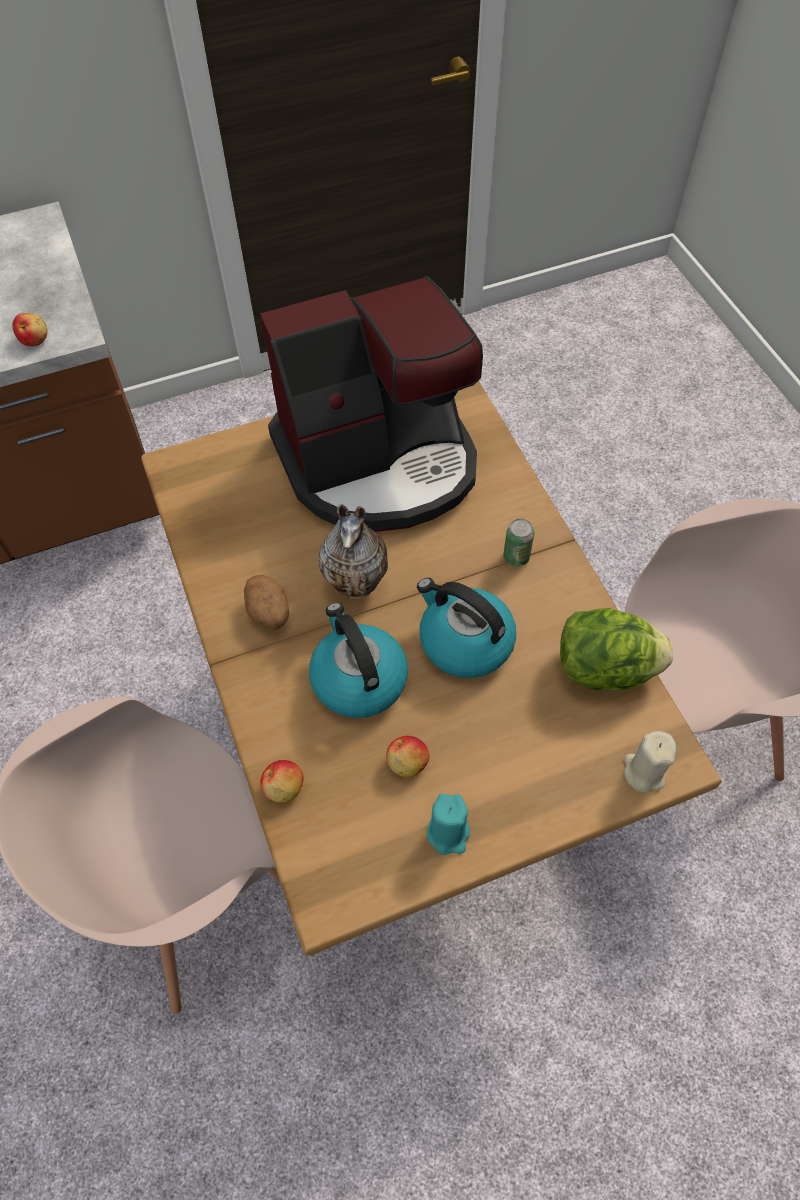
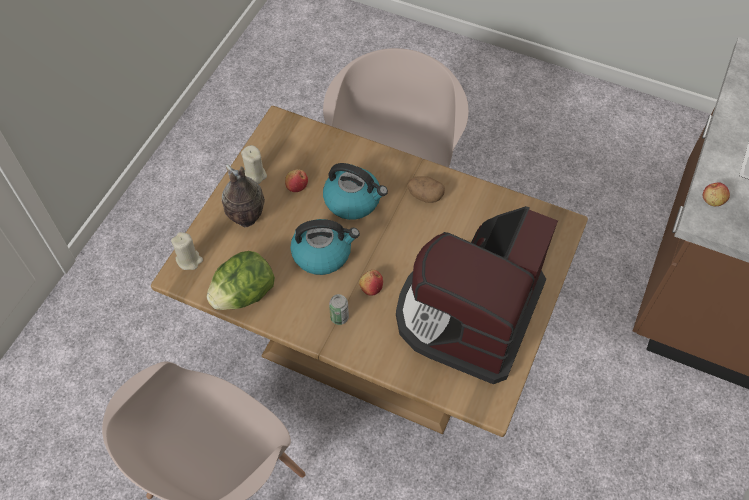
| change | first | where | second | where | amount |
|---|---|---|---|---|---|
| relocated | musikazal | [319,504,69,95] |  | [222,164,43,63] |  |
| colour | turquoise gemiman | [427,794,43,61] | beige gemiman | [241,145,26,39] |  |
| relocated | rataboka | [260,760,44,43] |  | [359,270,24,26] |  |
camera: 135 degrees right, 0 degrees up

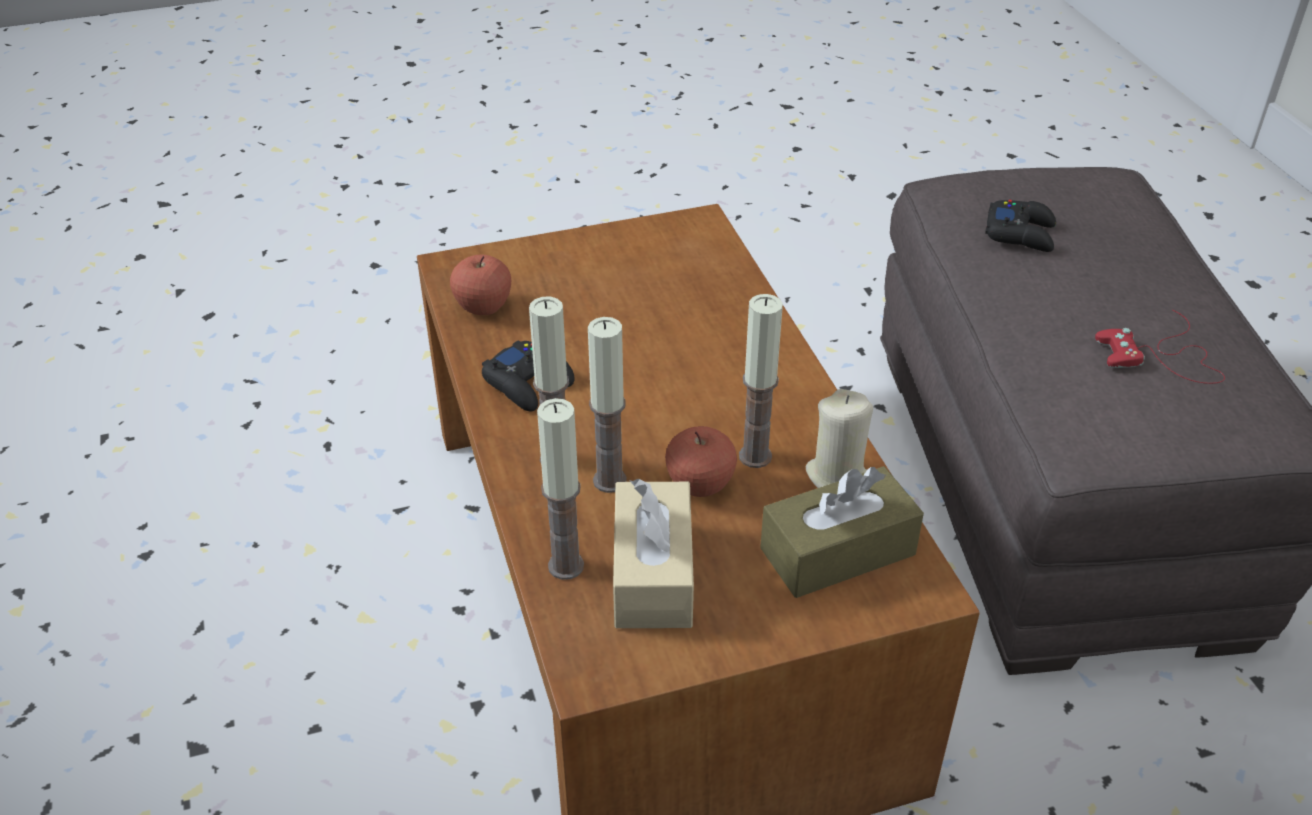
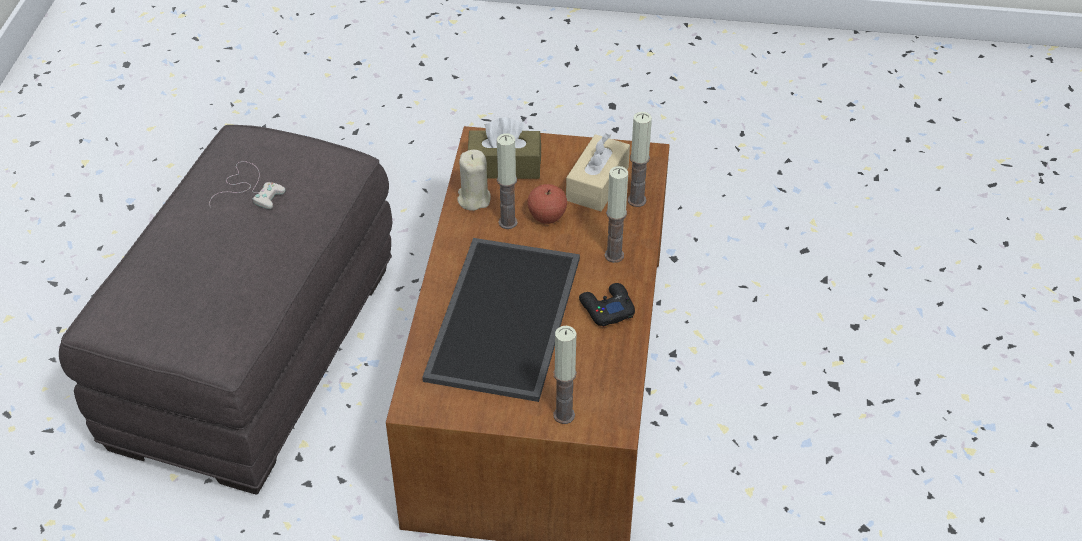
| change | first | where | second | where | amount |
|---|---|---|---|---|---|
| colour | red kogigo | [1095,310,130,74] | white kogigo | [209,161,76,48] |  |
| appeared |  |  | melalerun | [422,238,158,164] |  |
| relocated | gemiman | [588,317,39,176] |  | [553,325,24,99] |  |
| missing | rataboka | [450,254,61,61] |  |  |  |
| missing | black kogigo | [985,200,71,52] |  |  |  |
camera: 155 degrees left, 5 degrees up

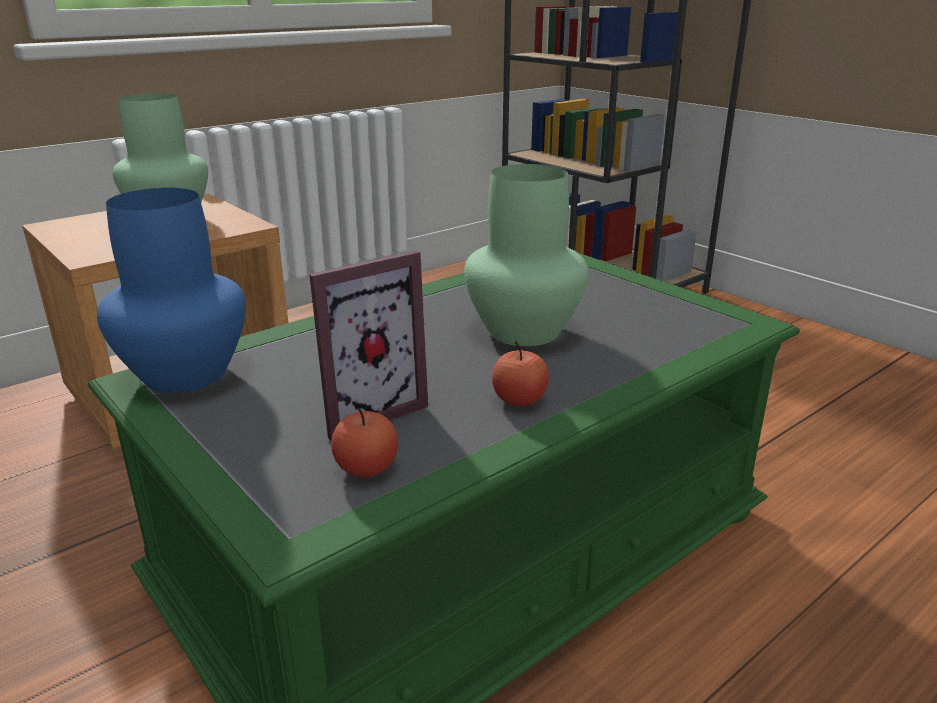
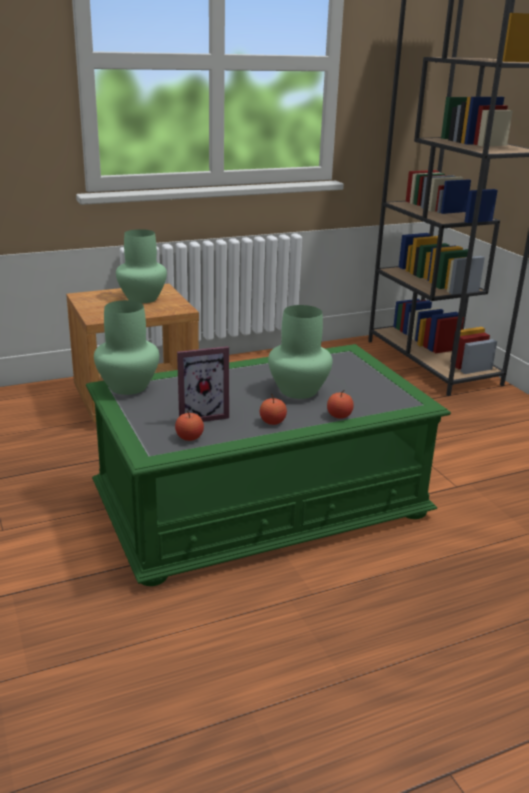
| change | first | where | second | where | amount |
|---|---|---|---|---|---|
| colour | blue musikazal | [97,188,149,205] | green musikazal | [94,300,65,95] |  |
| appeared |  |  | rataboka | [327,390,27,29] |  |
camera: 15 degrees right, 0 degrees up

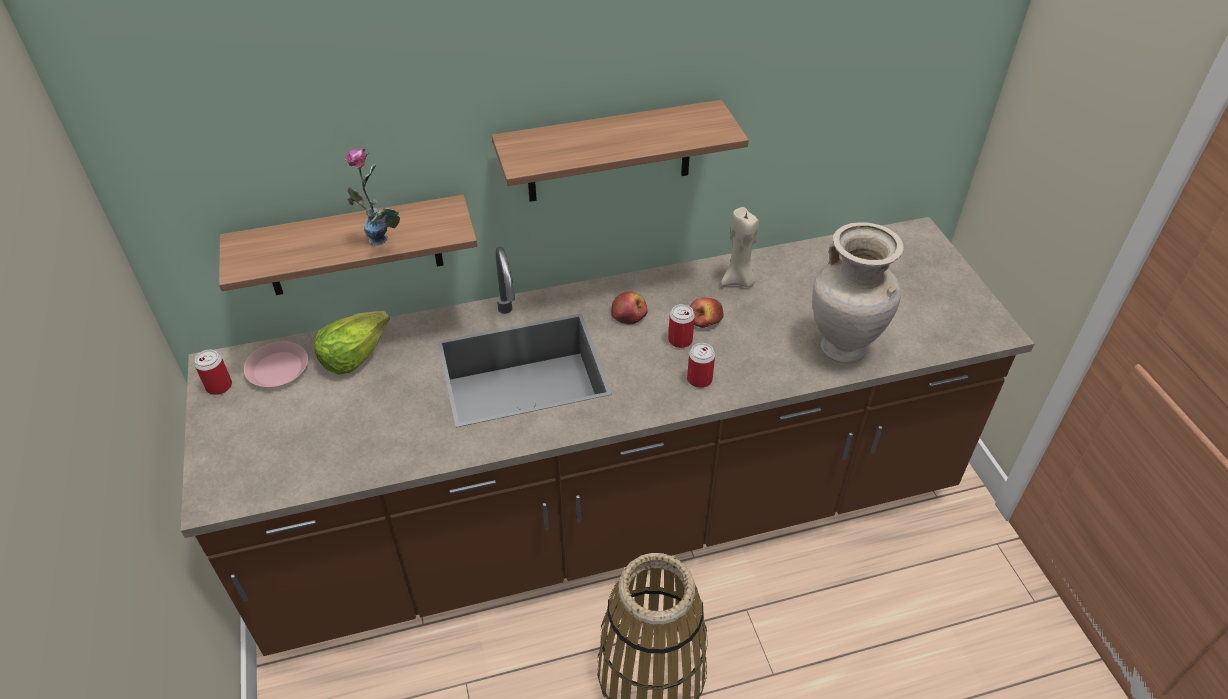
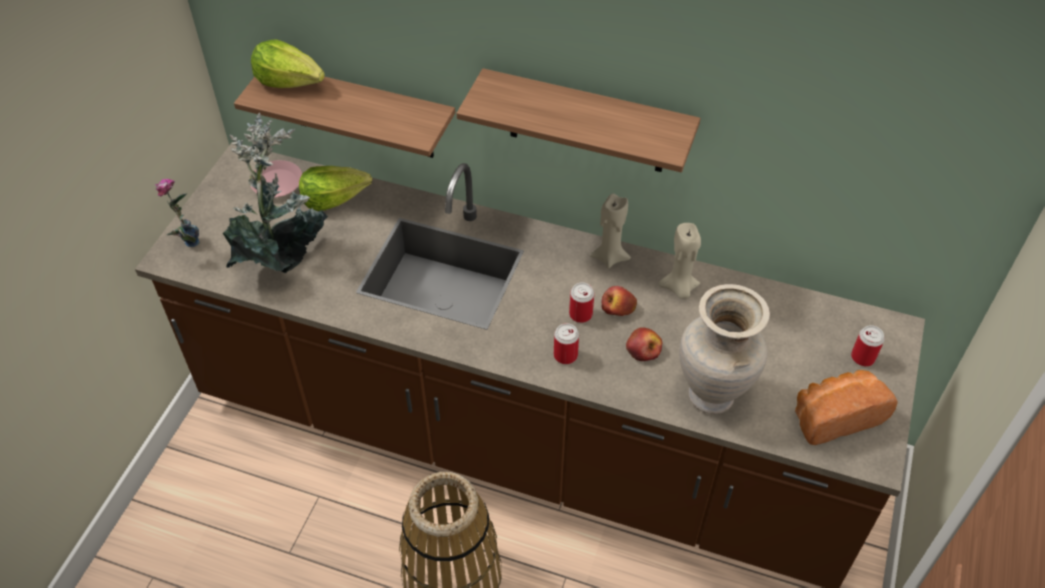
| change | first | where | second | where | amount |
|---|---|---|---|---|---|
| relocated | musikazal | [344,148,56,97] |  | [155,179,45,68] |  |
| appeared |  |  | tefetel | [223,113,105,160] |  |
| appeared |  |  | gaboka | [251,39,74,49] |  |
| appeared |  |  | beige gemiman | [590,193,41,75] |  |
| relocated | rataboka | [611,292,37,32] |  | [626,327,36,34] |  |
| appeared |  |  | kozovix | [795,370,103,75] |  |
| relocated | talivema | [194,350,38,45] |  | [851,325,34,41] |  |
camera: 35 degrees right, 5 degrees up

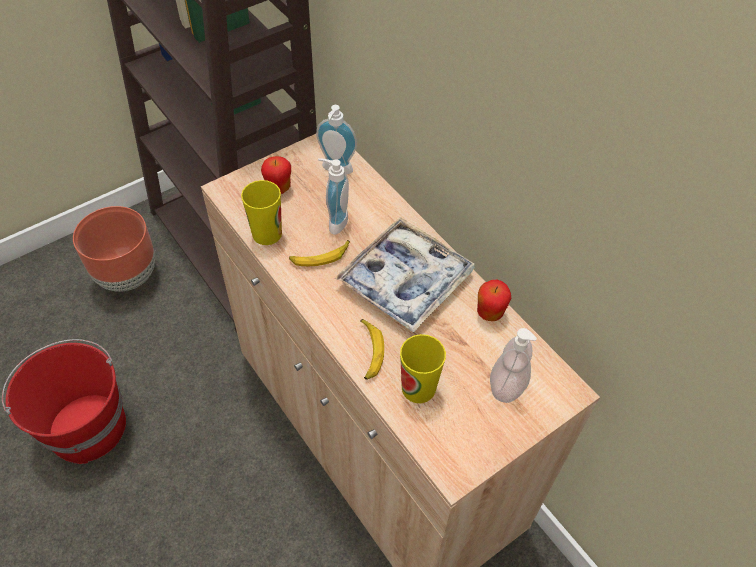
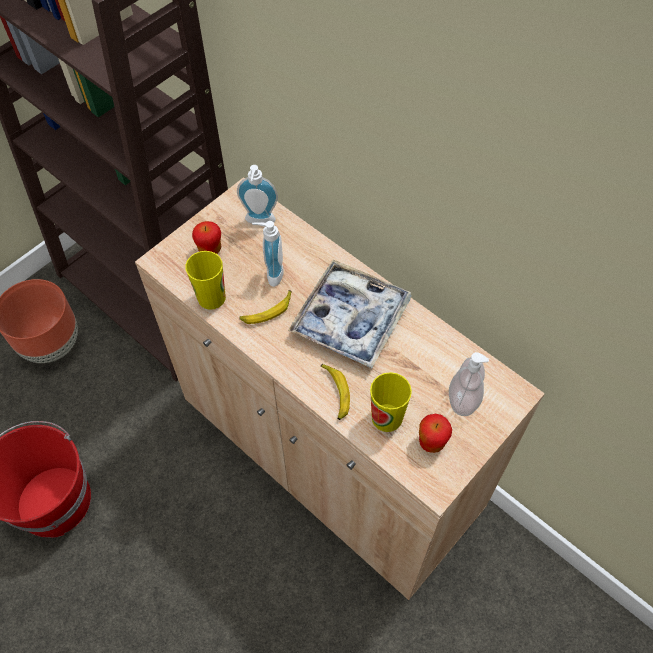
| change | first | where | second | where | amount |
|---|---|---|---|---|---|
| relocated | rataboka | [477,280,34,41] |  | [419,414,33,39] |  |
camera: 10 degrees left, 5 degrees up

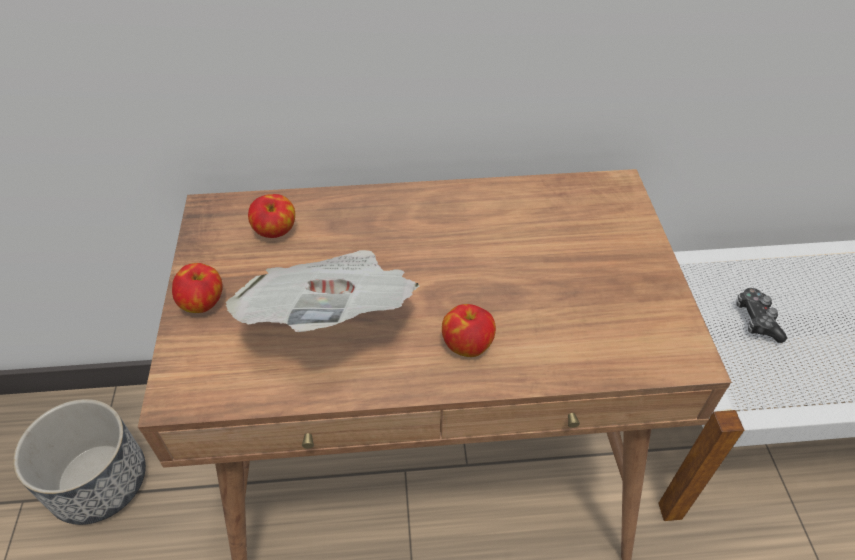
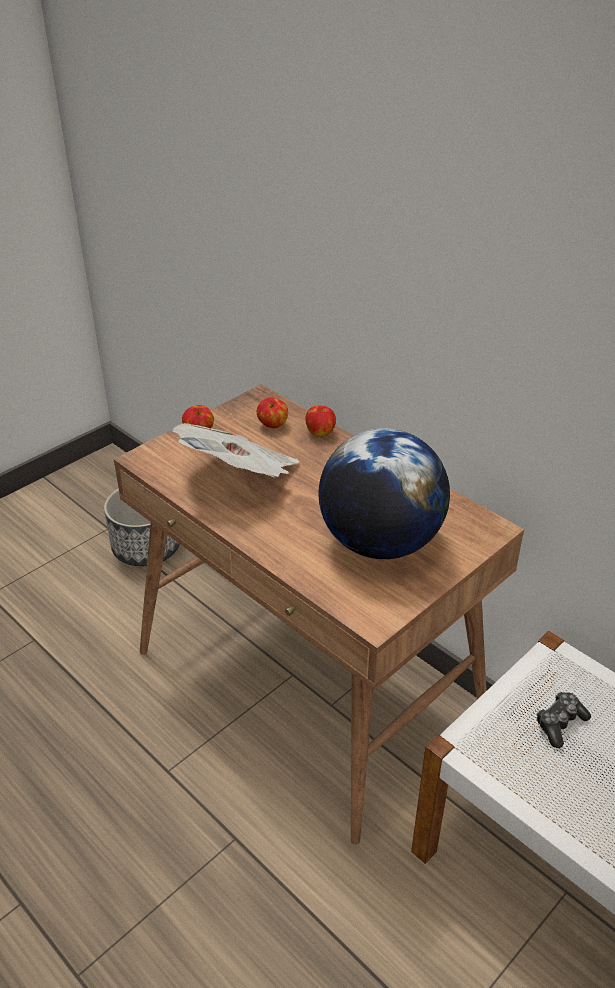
| change | first | where | second | where | amount |
|---|---|---|---|---|---|
| relocated | rataboka | [442,304,54,53] |  | [305,405,31,32] |  |
| appeared |  |  | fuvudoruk | [319,428,131,131] |  |
camera: 50 degrees right, 10 degrees down

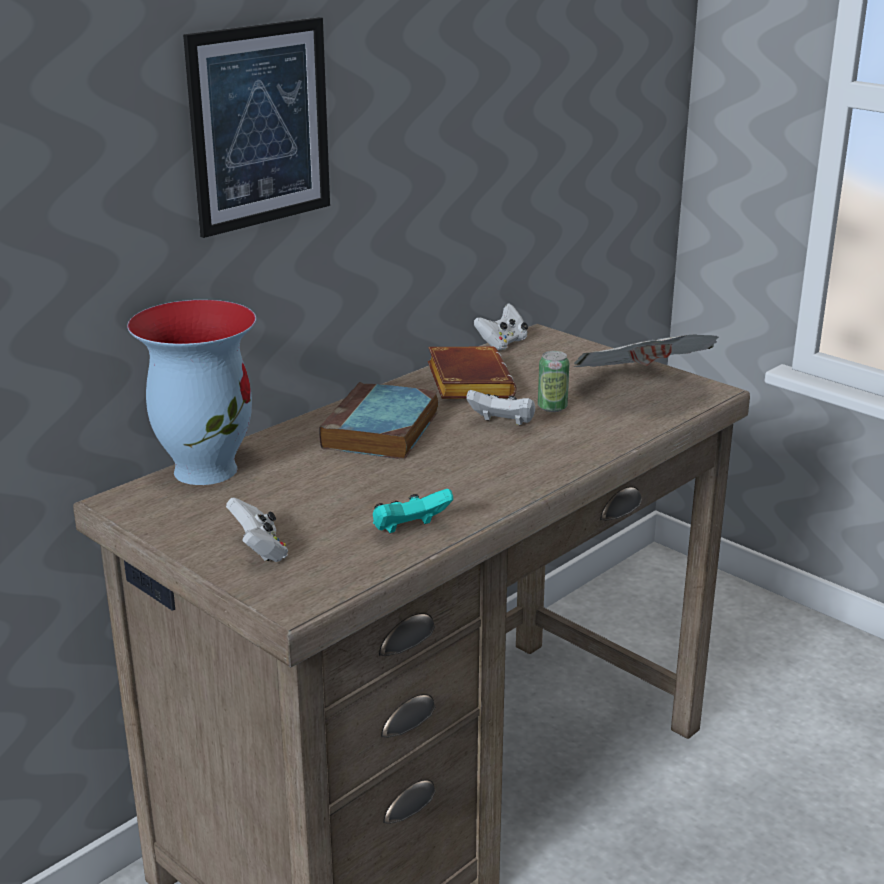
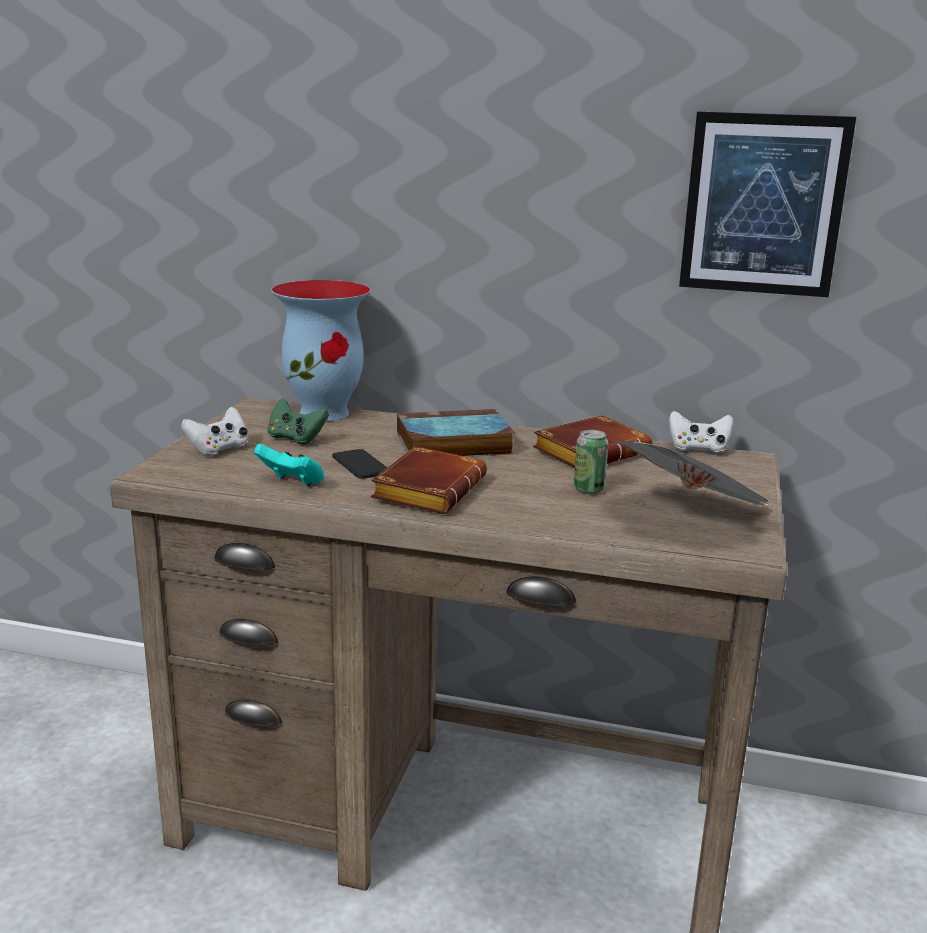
| change | first | where | second | where | amount |
|---|---|---|---|---|---|
| appeared |  |  | green kogigo | [268,398,61,47] |  |
| appeared |  |  | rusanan | [332,449,55,30] |  |
| appeared |  |  | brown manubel | [371,446,116,68] |  |
| relocated | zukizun | [183,17,147,221] |  | [679,111,177,186] |  |
| missing | white kogigo | [466,390,69,36] |  |  |  |
camera: 60 degrees right, 5 degrees down

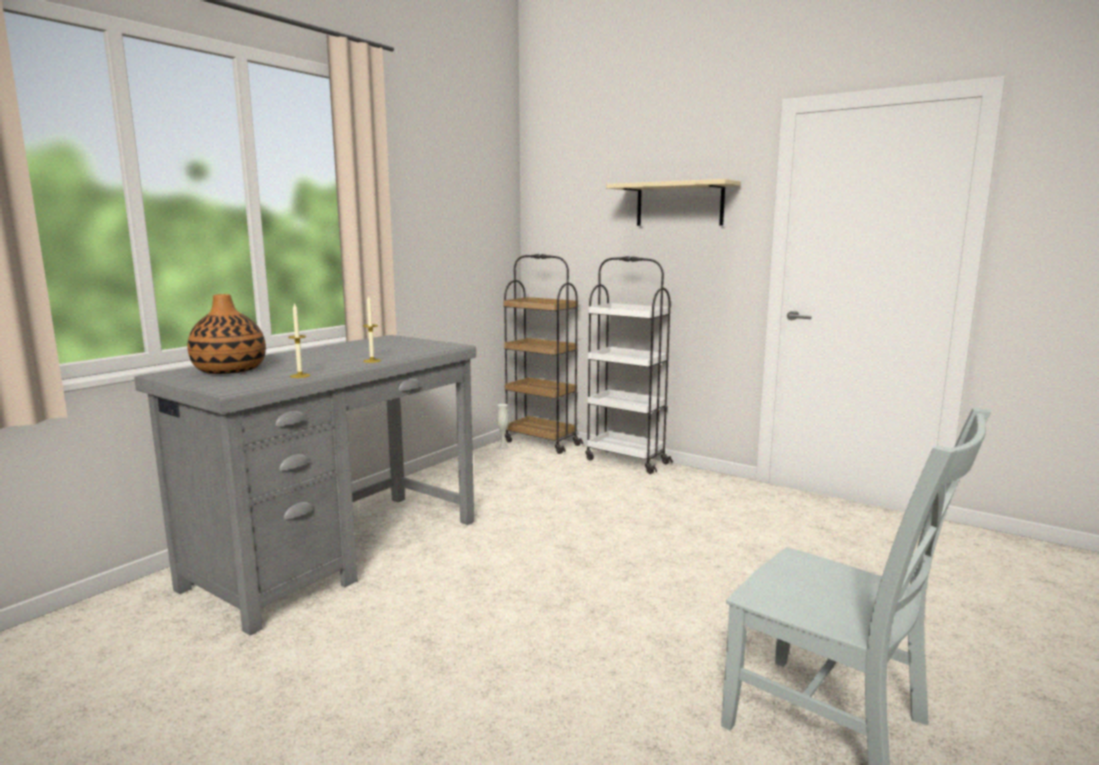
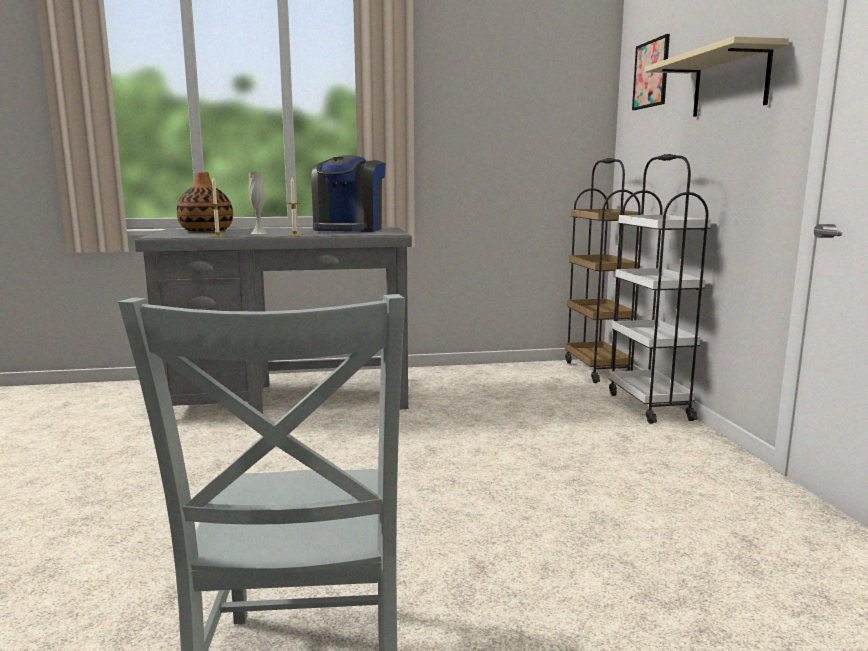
| change | first | where | second | where | amount |
|---|---|---|---|---|---|
| relocated | white musikazal | [497,404,13,45] |  | [248,172,19,62] |  |
| appeared |  |  | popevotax | [311,155,75,77] |  |
| appeared |  |  | zukizun | [632,34,38,76] |  |
camera: 45 degrees right, 0 degrees up

